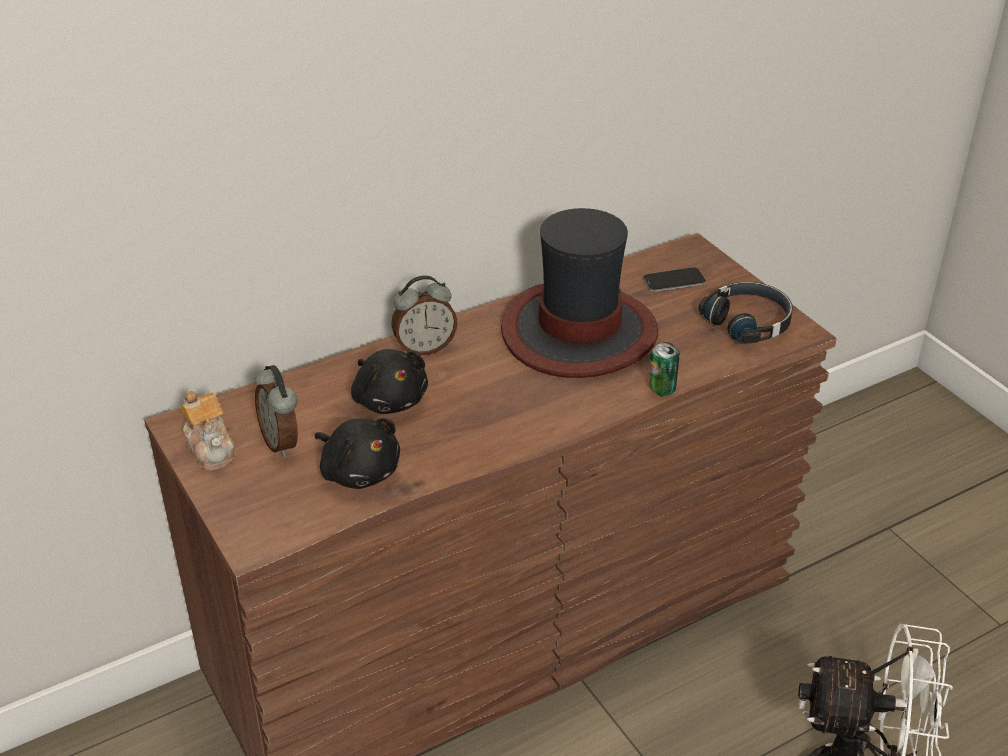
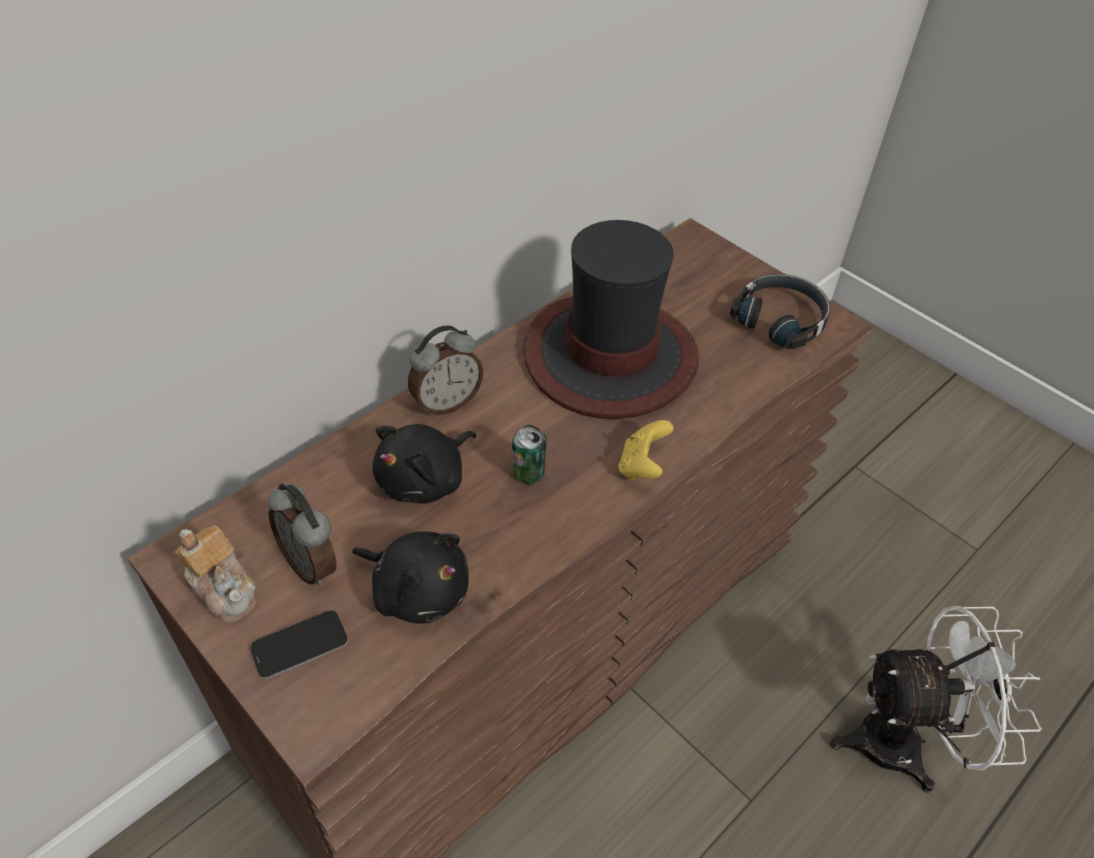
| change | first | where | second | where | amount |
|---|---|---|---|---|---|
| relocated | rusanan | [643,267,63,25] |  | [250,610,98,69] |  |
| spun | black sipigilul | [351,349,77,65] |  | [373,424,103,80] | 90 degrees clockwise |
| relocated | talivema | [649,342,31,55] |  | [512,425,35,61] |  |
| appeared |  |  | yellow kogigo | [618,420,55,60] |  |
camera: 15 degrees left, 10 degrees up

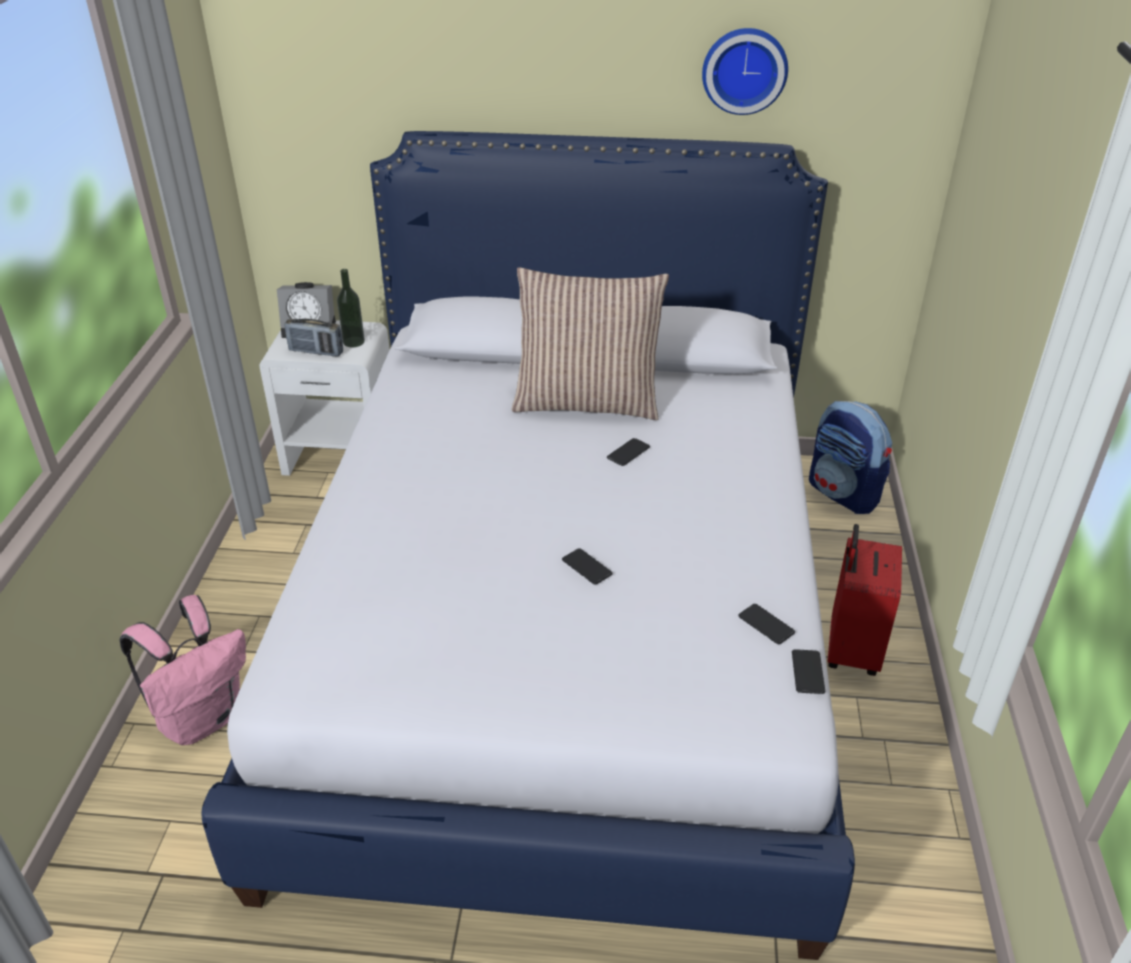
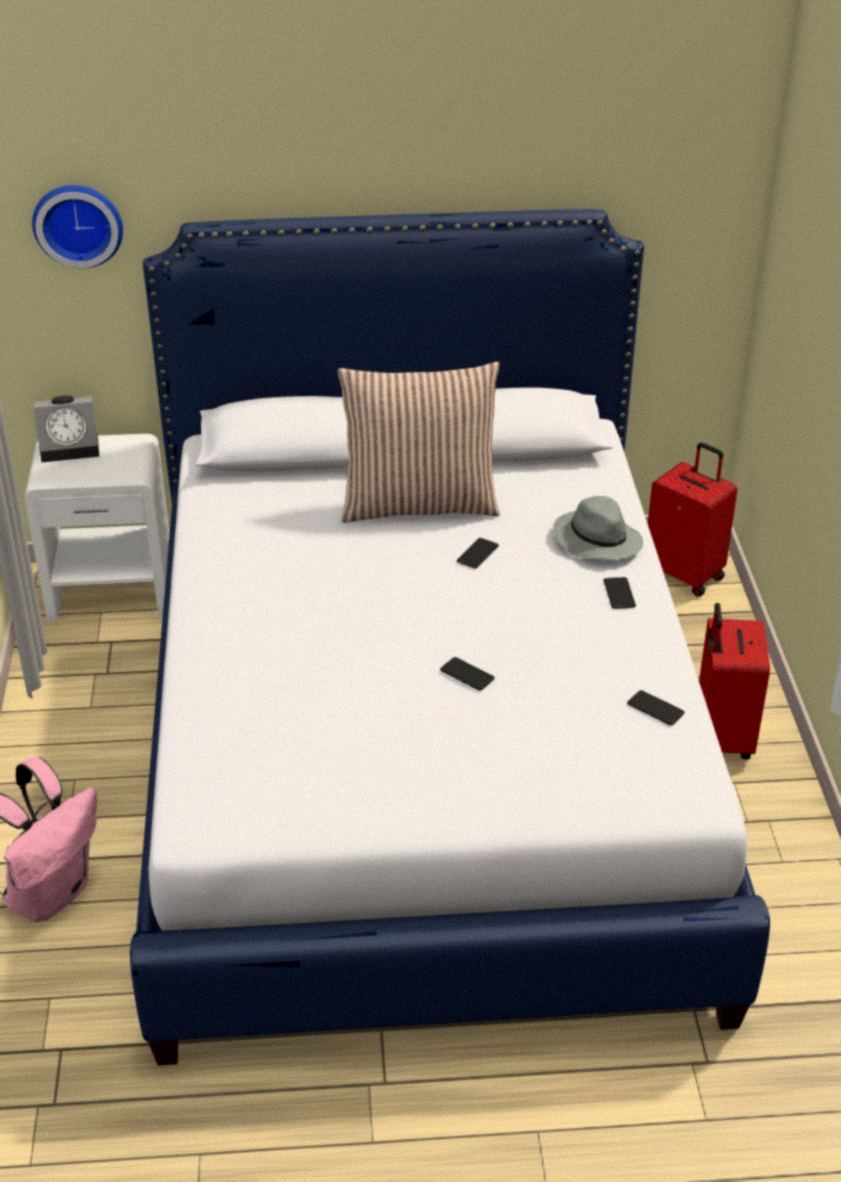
| change | first | where | second | where | amount |
|---|---|---|---|---|---|
| relocated | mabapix | [702,28,86,87] |  | [32,185,91,83] |  |
| appeared |  |  | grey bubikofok | [553,496,90,64] |  |
| relocated | rusanan | [792,649,33,45] |  | [603,577,33,32] |  |
| exchanged | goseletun | [809,401,83,113] | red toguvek | [648,443,89,154] |  |
| missing | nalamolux | [284,319,59,38] |  |  |  |
| missing | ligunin | [337,269,28,78] |  |  |  |
camera: 10 degrees left, 0 degrees up

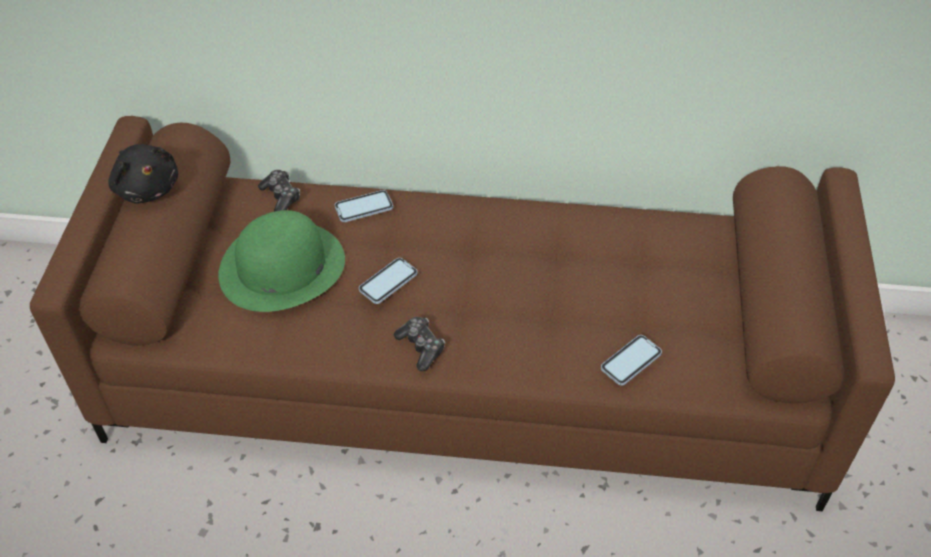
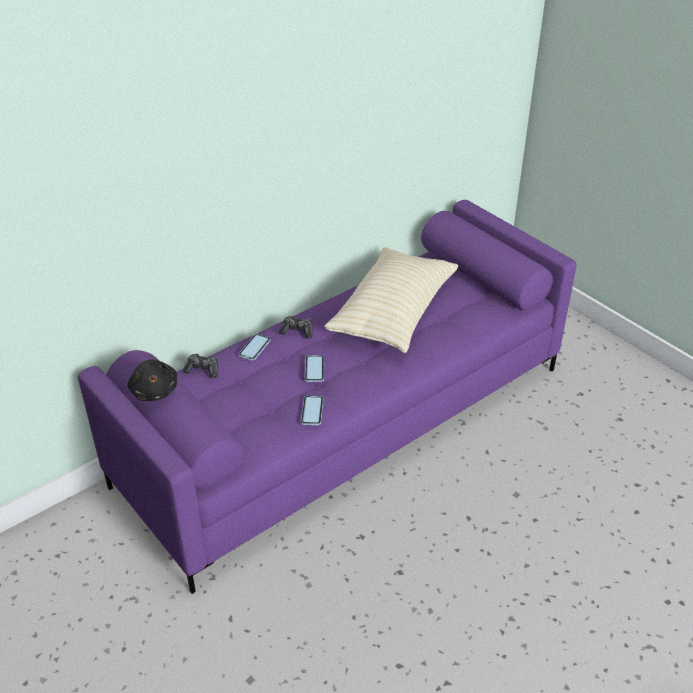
| change | first | where | second | where | amount |
|---|---|---|---|---|---|
| colour | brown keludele | [30,116,865,395] | purple keludele | [78,200,499,394] |  |
| spun | black sipigilul | [108,144,70,60] |  | [128,359,49,42] | 60 degrees clockwise |
| relocated | kogigo | [394,317,51,54] |  | [279,316,33,23] |  |
| relocated | rusanan | [601,335,61,51] |  | [301,396,23,29] |  |
| appeared |  |  | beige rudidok | [324,247,134,106] |  |
| missing | green bubikofok | [218,210,127,102] |  |  |  |
camera: 45 degrees left, 10 degrees down

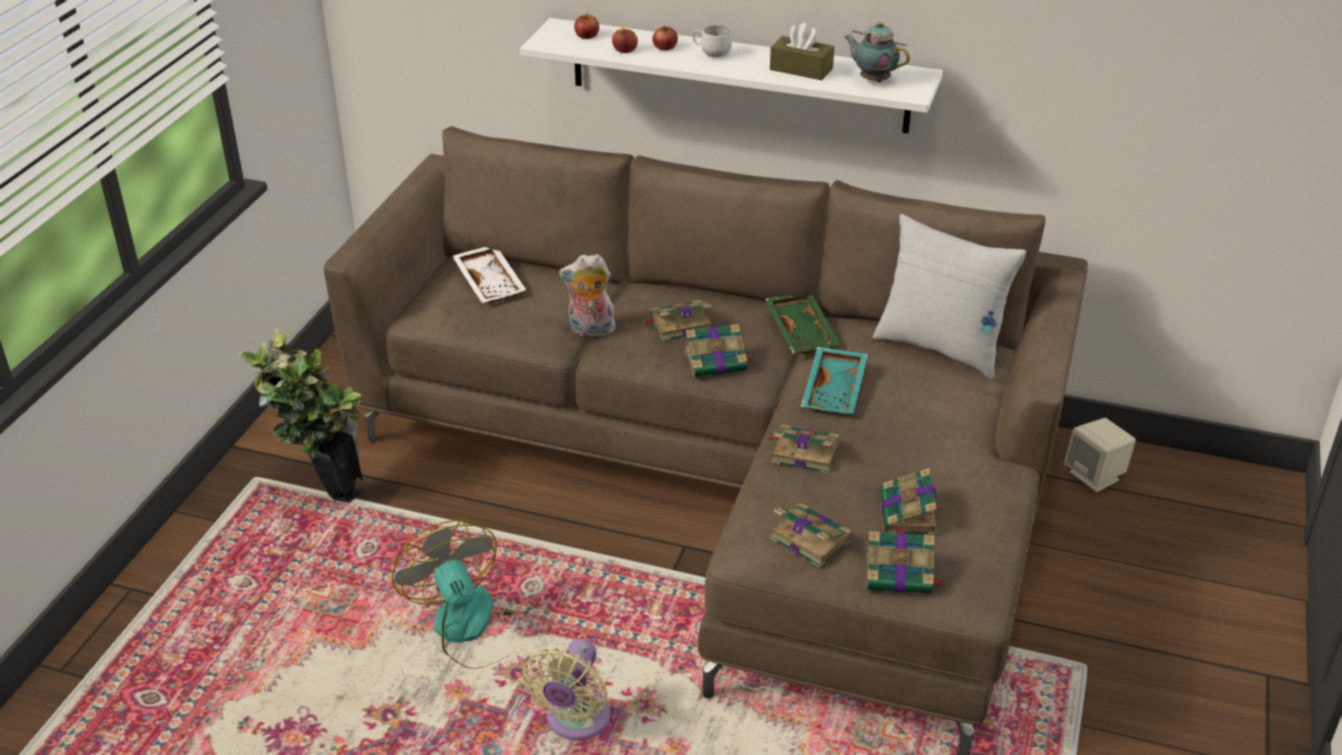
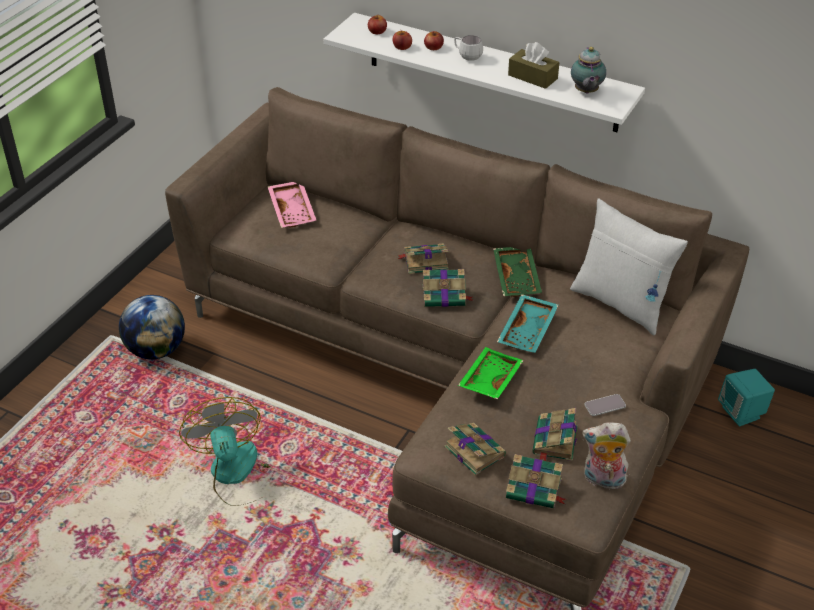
| change | first | where | second | where | amount |
|---|---|---|---|---|---|
| exchanged | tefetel | [239,328,124,175] | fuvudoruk | [119,295,66,65] |  |
| colour | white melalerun | [452,247,74,56] | pink melalerun | [268,182,48,46] |  |
| exchanged | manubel | [768,425,71,48] | green melalerun | [458,347,66,52] |  |
| spun | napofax | [844,21,66,62] |  | [571,47,35,47] | 135 degrees counterclockwise |
| relocated | sipigilul | [559,254,58,83] |  | [582,422,49,67] |  |
| appeared |  |  | rusanan | [584,394,42,22] |  |
| colour | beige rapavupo | [1064,418,72,74] | turquoise rapavupo | [718,369,57,57] |  |
| missing | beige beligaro | [522,639,88,101] |  |  |  |
camera: 10 degrees right, 5 degrees up

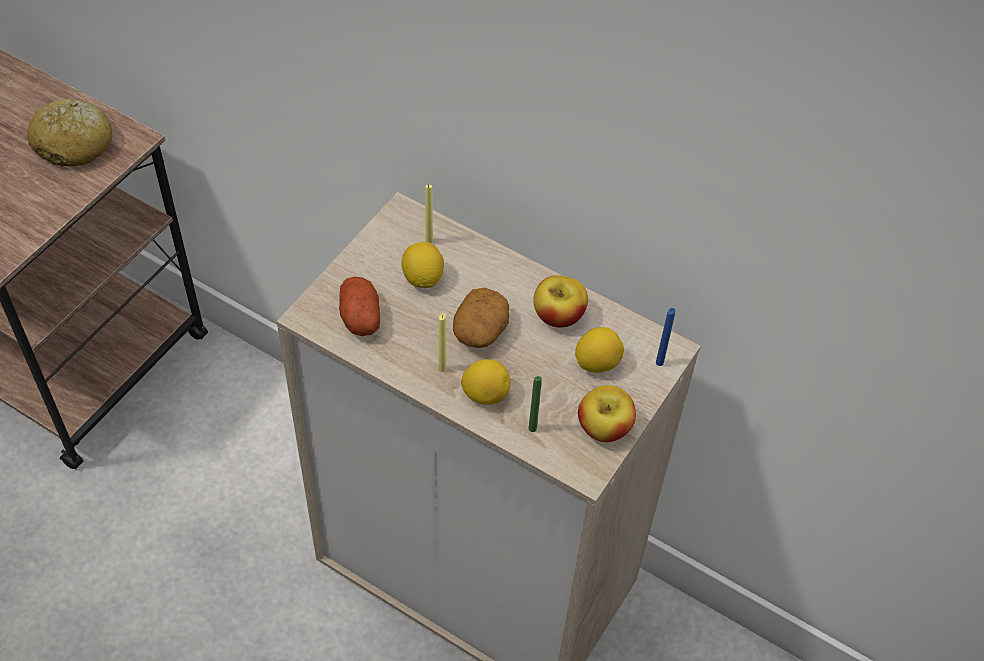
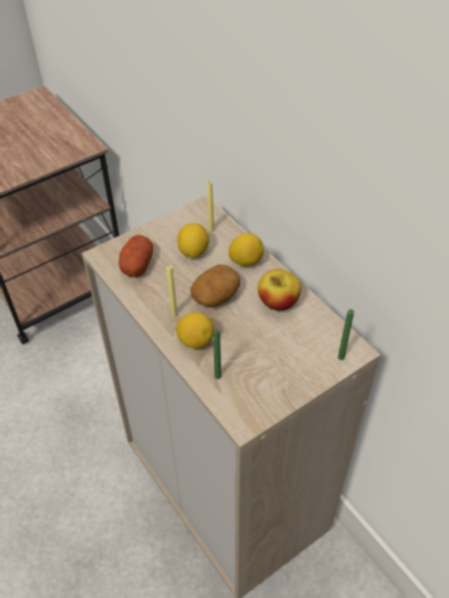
| change | first | where | second | where | amount |
|---|---|---|---|---|---|
| relocated | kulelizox | [575,327,49,46] |  | [228,233,36,33] |  |
| colour | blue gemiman | [656,308,19,58] | green gemiman | [338,309,16,51] |  |
| missing | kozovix | [27,99,85,68] |  |  |  |
| missing | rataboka | [578,385,58,57] |  |  |  |
camera: 25 degrees right, 5 degrees down

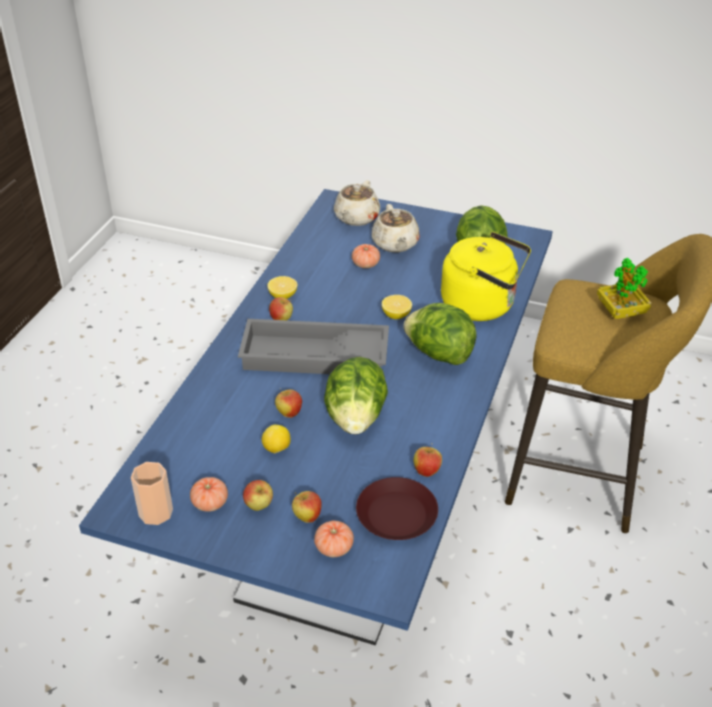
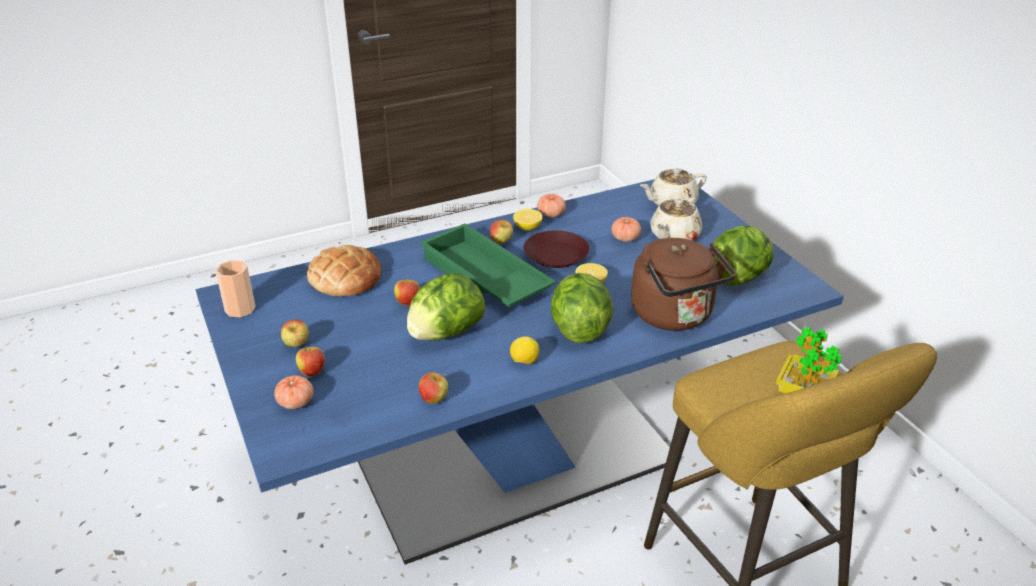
| change | first | where | second | where | amount |
|---|---|---|---|---|---|
| appeared |  |  | kozovix | [307,245,74,51] |  |
| colour | grey melalerun | [238,319,151,55] | green melalerun | [419,224,137,83] |  |
| relocated | kulelizox | [262,425,29,28] |  | [510,336,29,28] |  |
| relocated | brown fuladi | [356,477,82,63] |  | [523,231,66,37] |  |
| relocated | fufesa | [190,477,38,35] |  | [537,194,29,23] |  |
| colour | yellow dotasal | [441,232,90,89] | brown dotasal | [631,238,105,93] |  |
camera: 45 degrees right, 5 degrees down

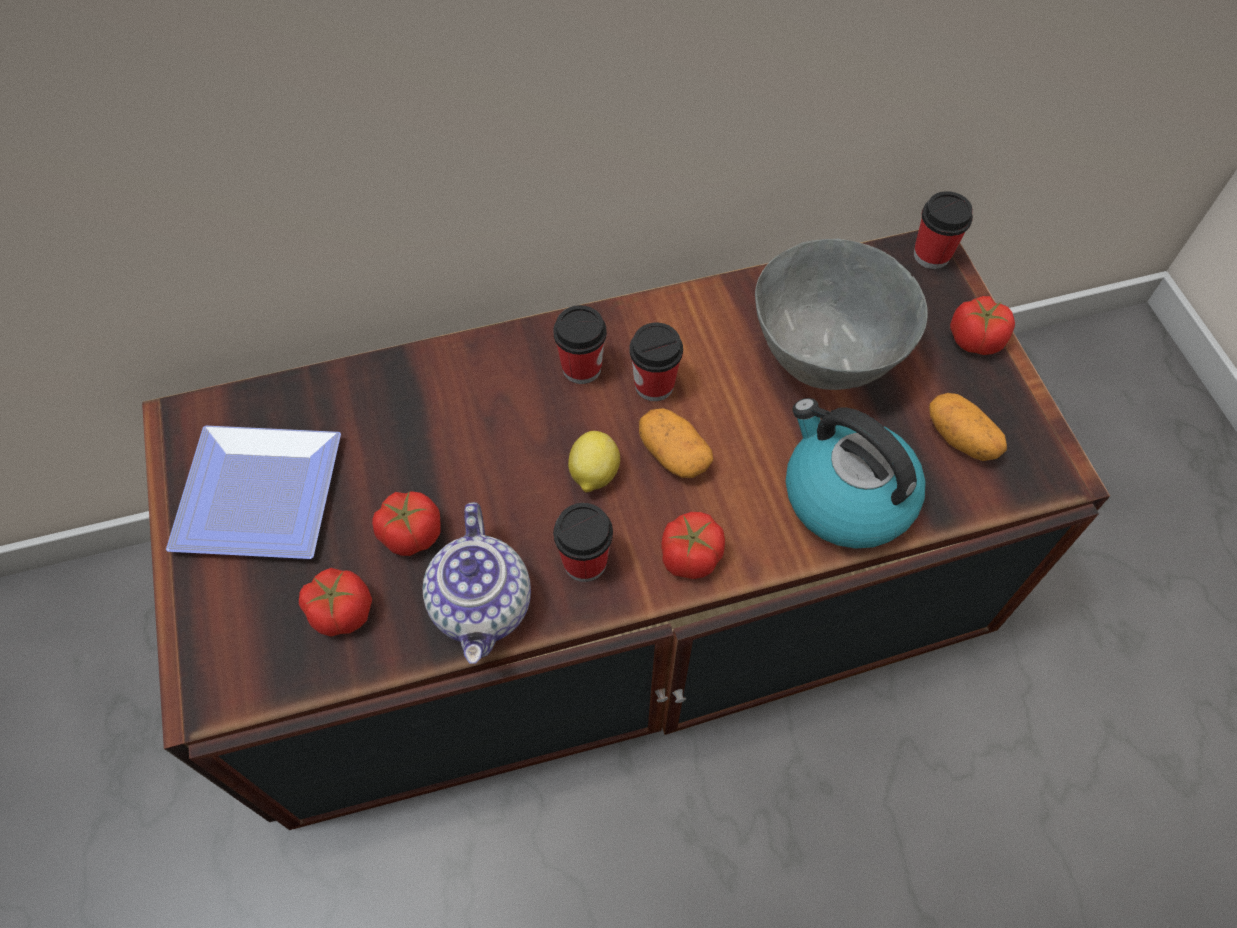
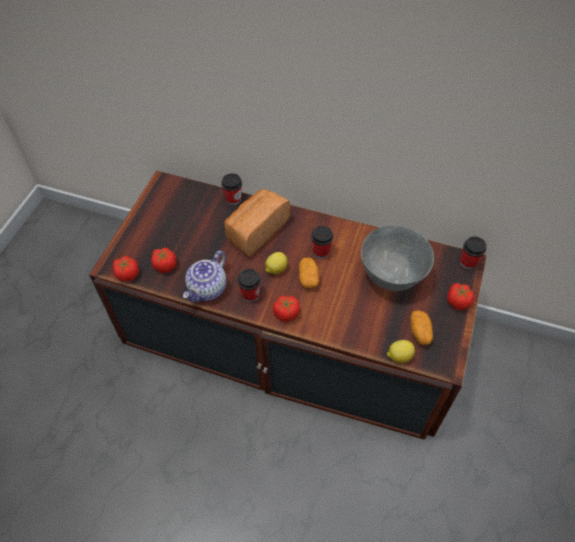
| change | first | where | second | where | amount |
|---|---|---|---|---|---|
| relocated | fufesa | [372,491,69,65] |  | [113,256,26,26] |  |
| relocated | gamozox | [553,305,54,79] |  | [221,173,21,32] |  |
| appeared |  |  | kozovix | [224,189,66,67] |  |
| appeared |  |  | kulelizox | [387,340,28,23] |  |
| missing | fuladi | [166,425,175,134] |  |  |  |
| missing | dotasal | [786,398,139,151] |  |  |  |
camera: 35 degrees right, 5 degrees down

